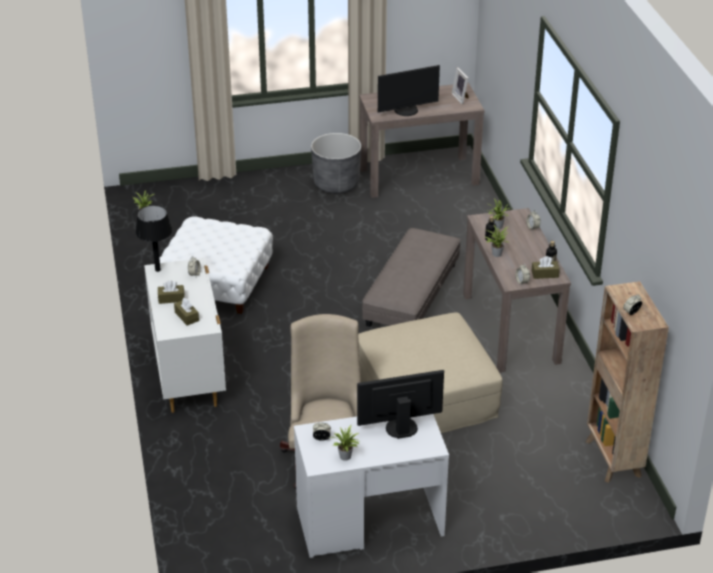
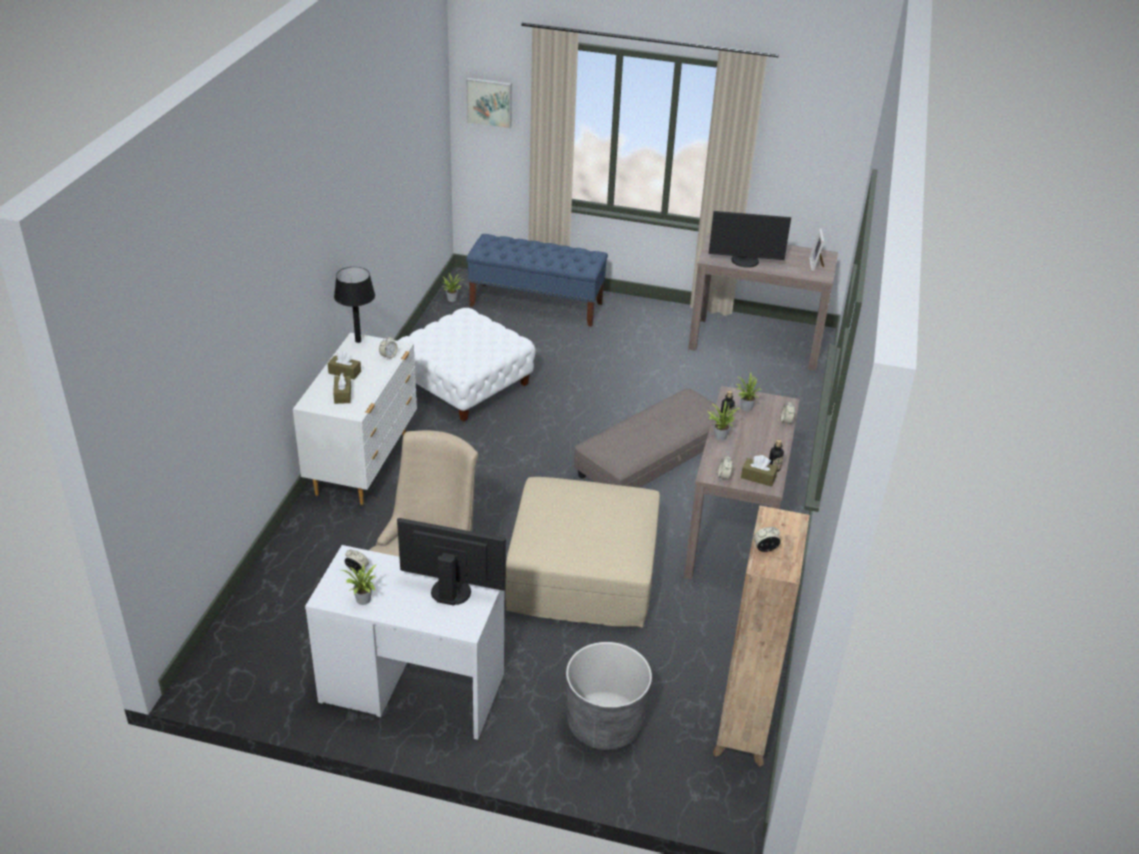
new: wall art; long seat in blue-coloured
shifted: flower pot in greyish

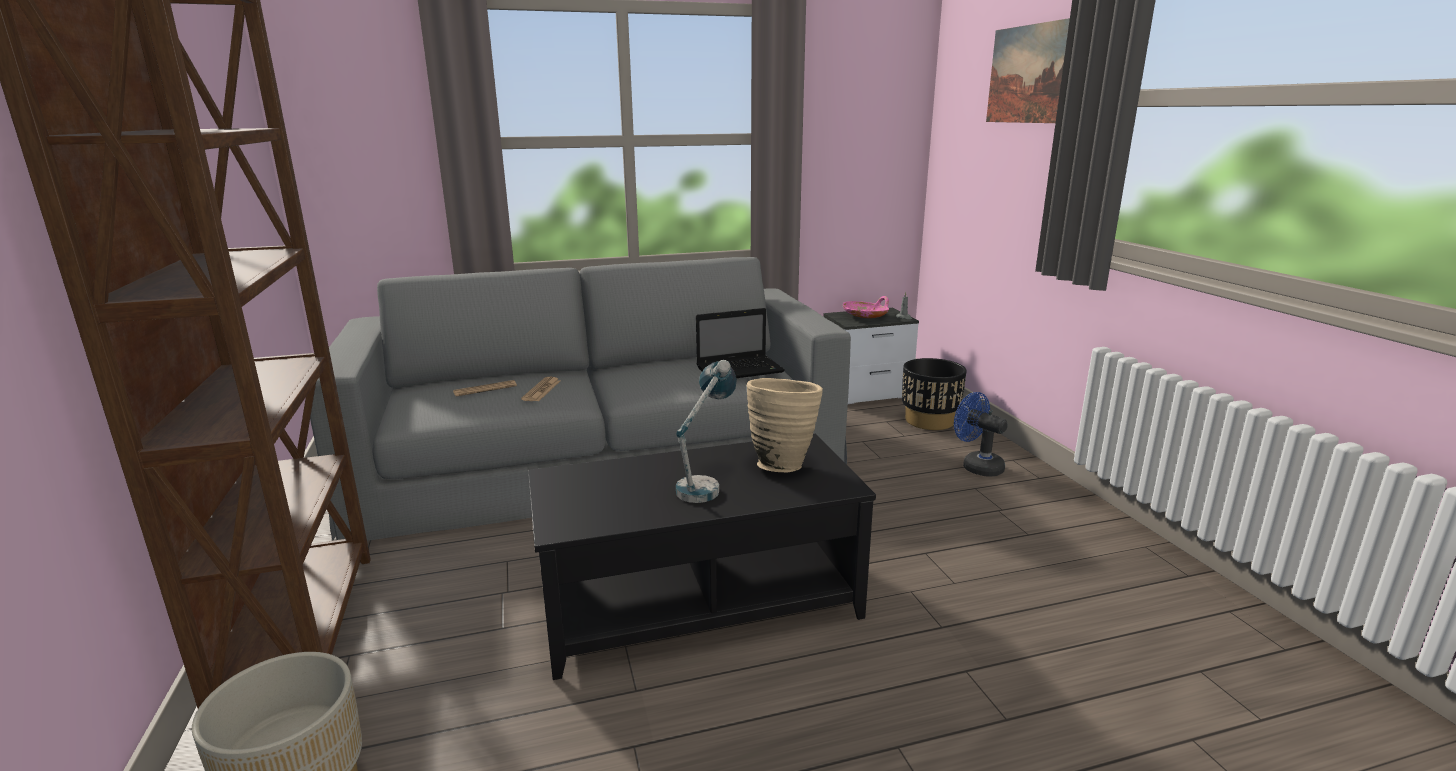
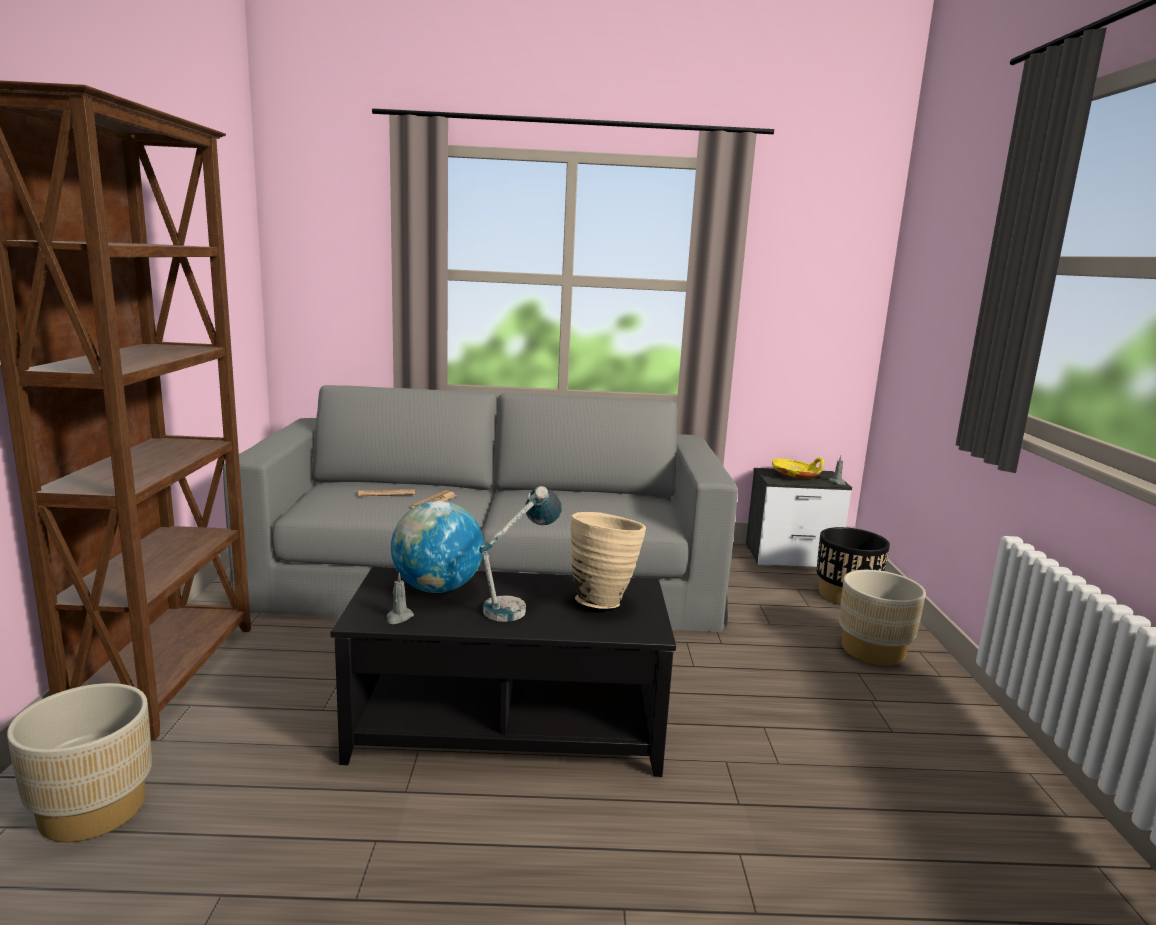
gone: notebook computer; wall art
new: wax candle in greyish (no. 1 from left); desk globe
swapped: electric fan in blue-coloured to flower pot in beige (no. 2 from left)
repainted: serving bowl in pink to serving bowl in yellow

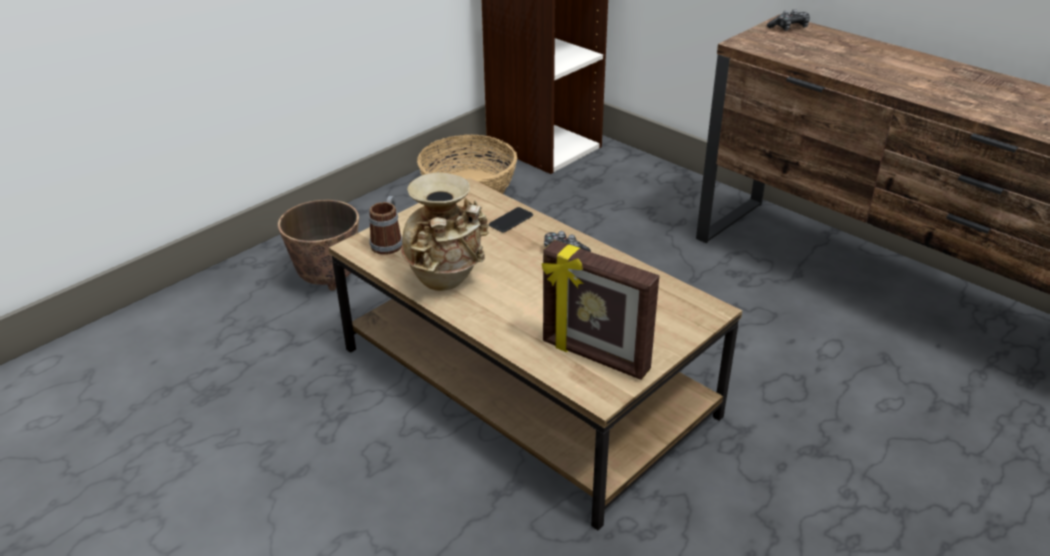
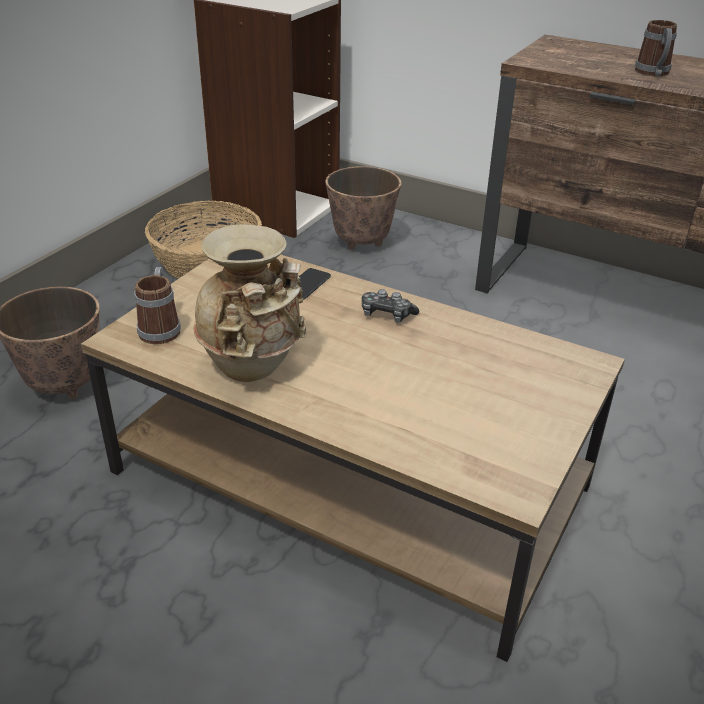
gone: photo frame; joypad (no. 2 from left)
new: flower pot (no. 2 from left); coffee mug (no. 2 from left)

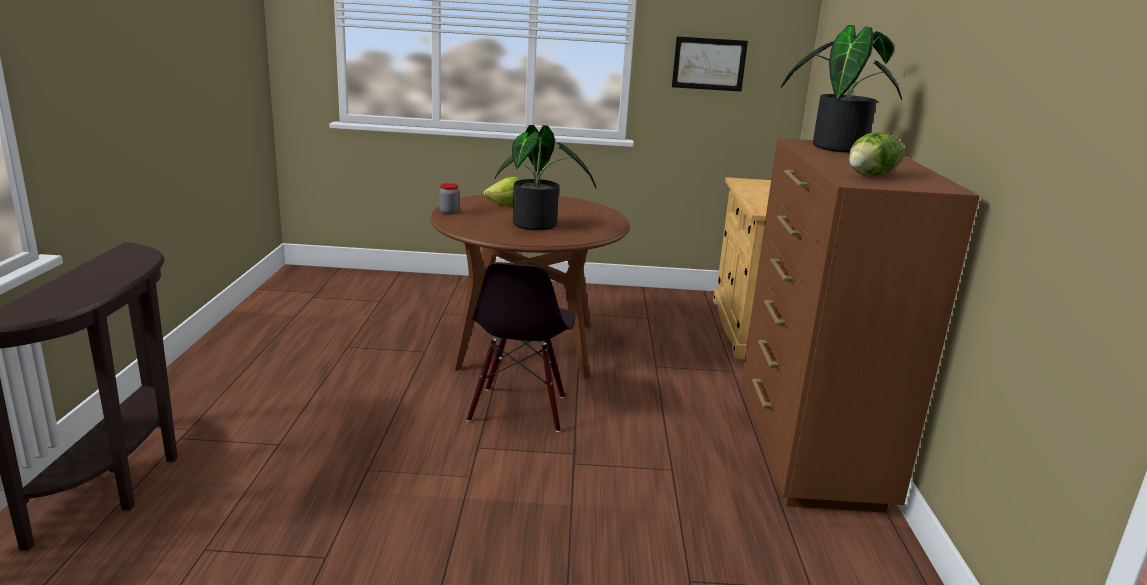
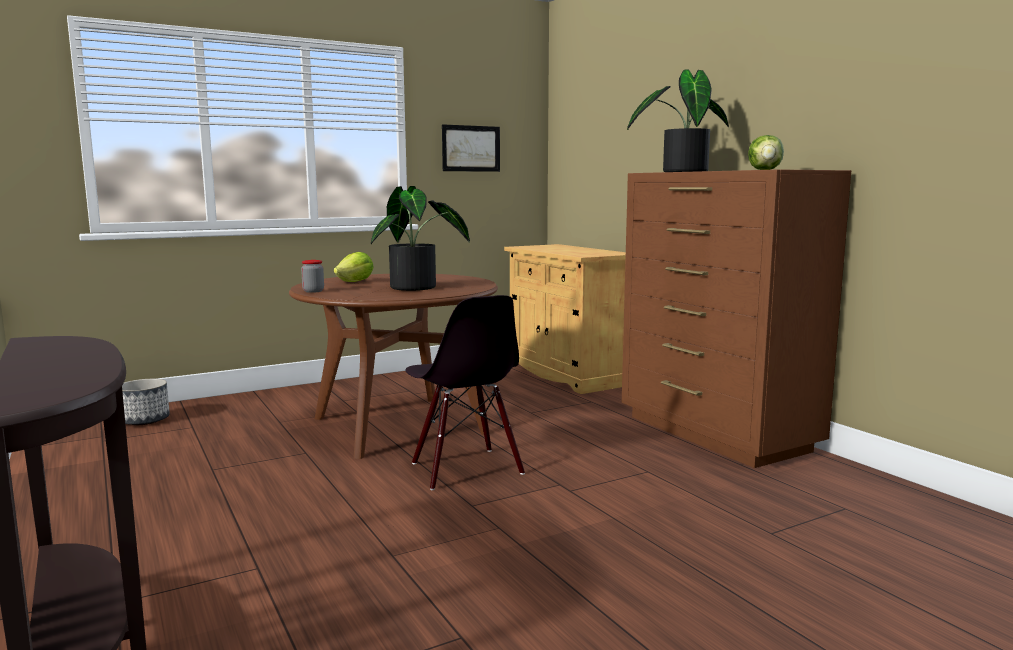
new: flower pot

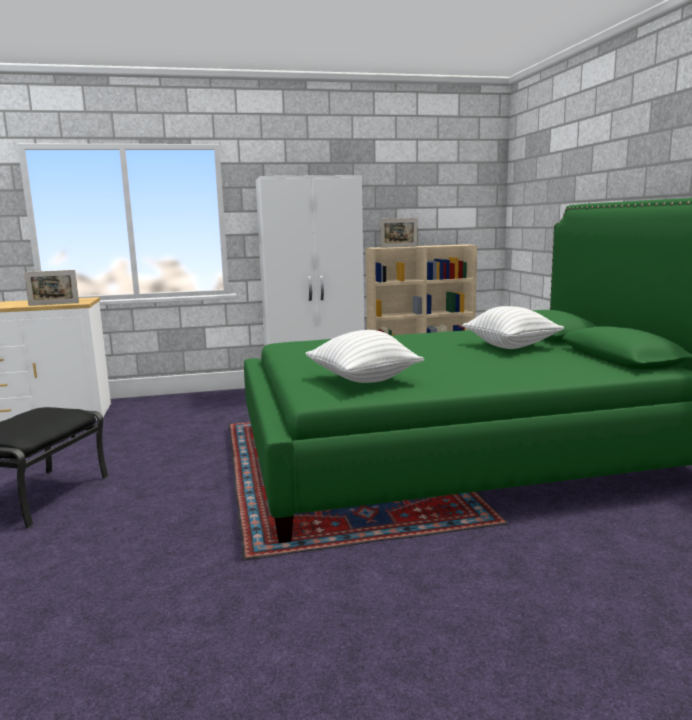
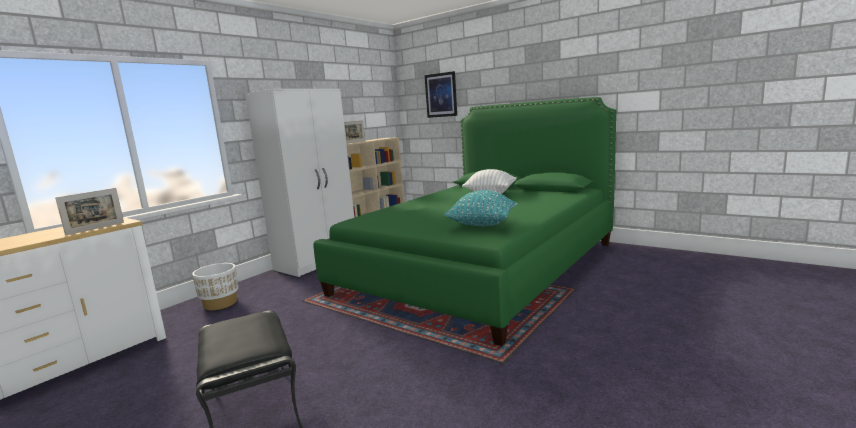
new: flower pot in white; wall art
repainted: throw pillow in white (no. 1 from left) to throw pillow in turquoise

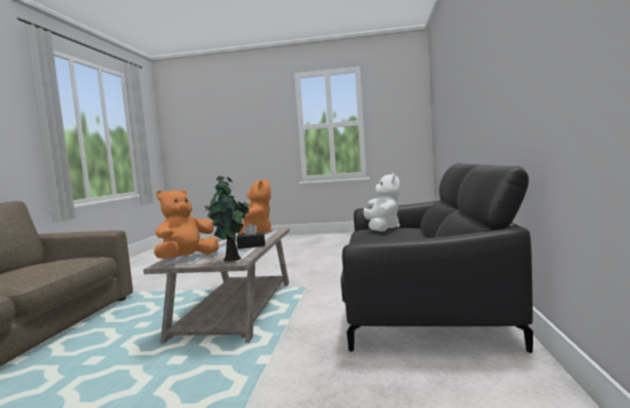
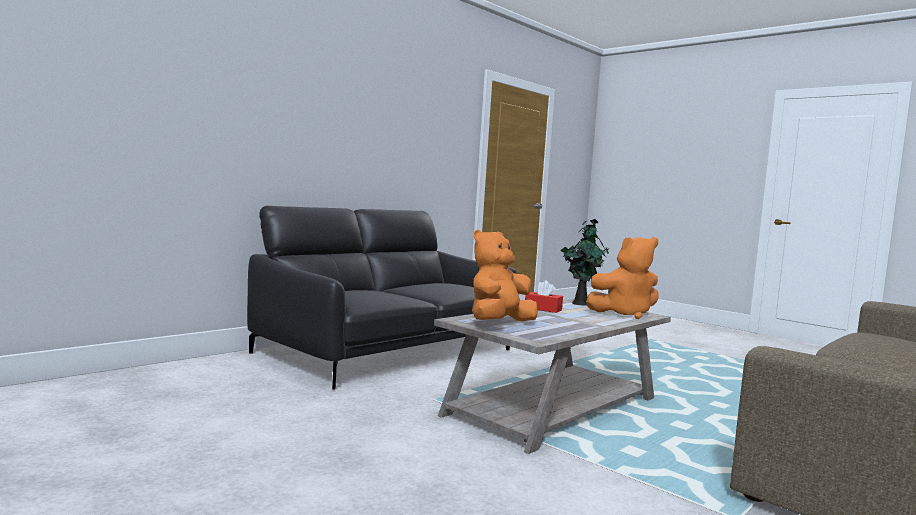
gone: plush toy in white
repainted: tissue box in blackish to tissue box in red

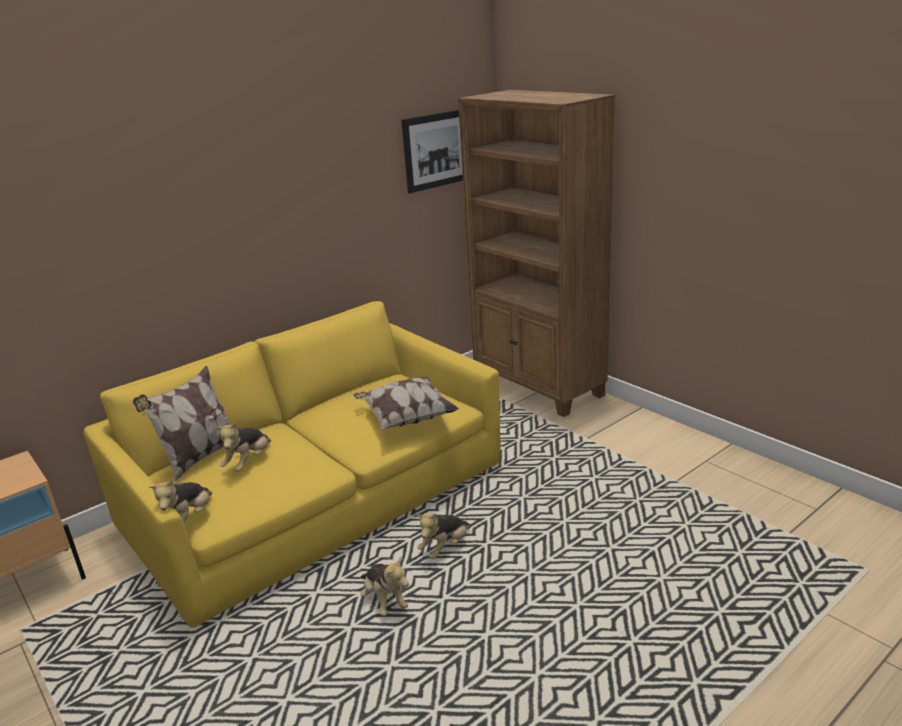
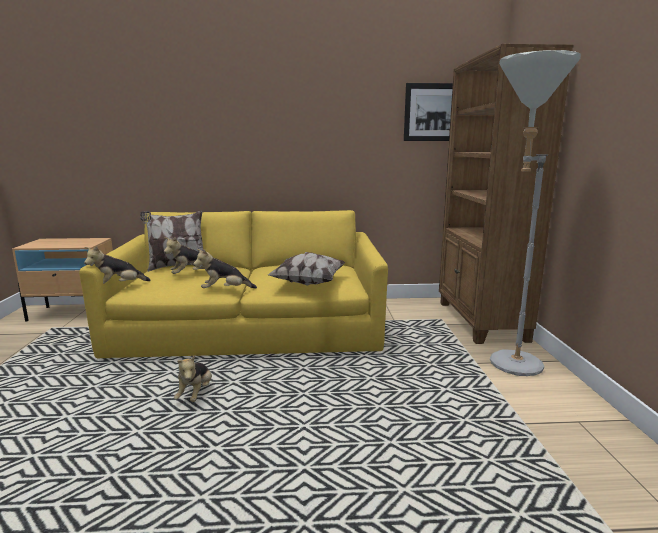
new: floor lamp in greyish
shifted: plush toy (no. 4 from left)

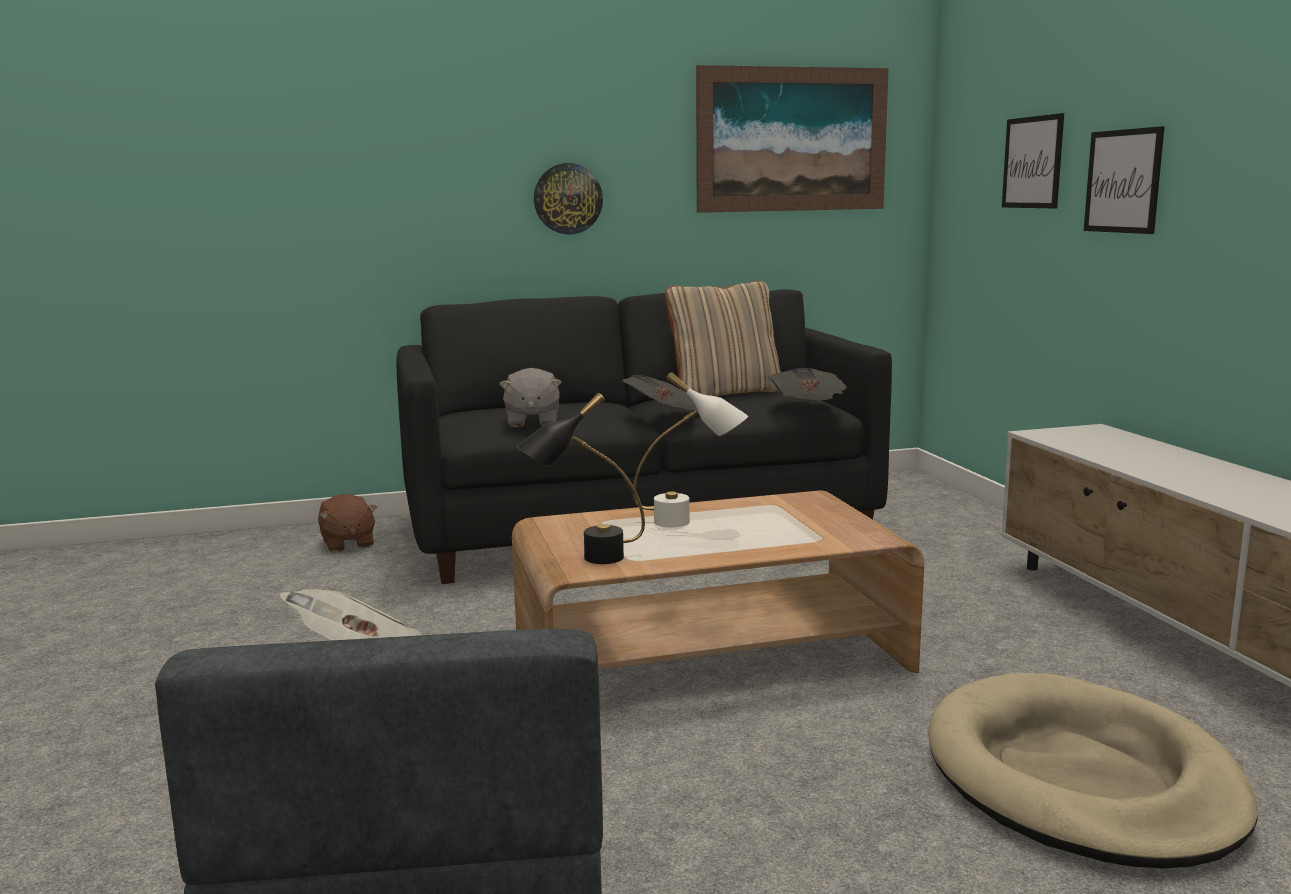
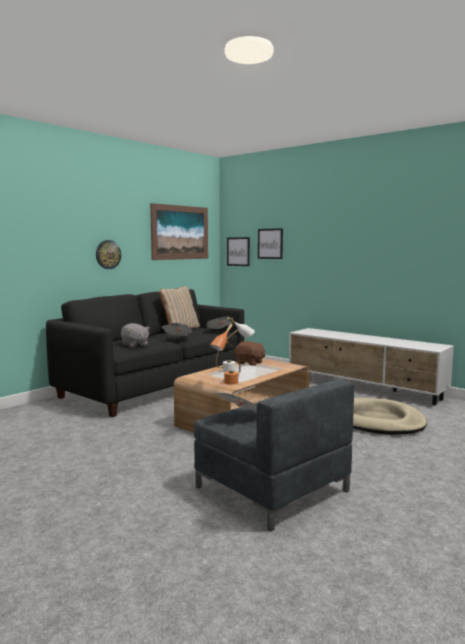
shifted: plush toy in brown; wall art (no. 3 from left in the first image) to wall art (no. 2 from left)
repainted: table lamp in blackish to table lamp in orangey

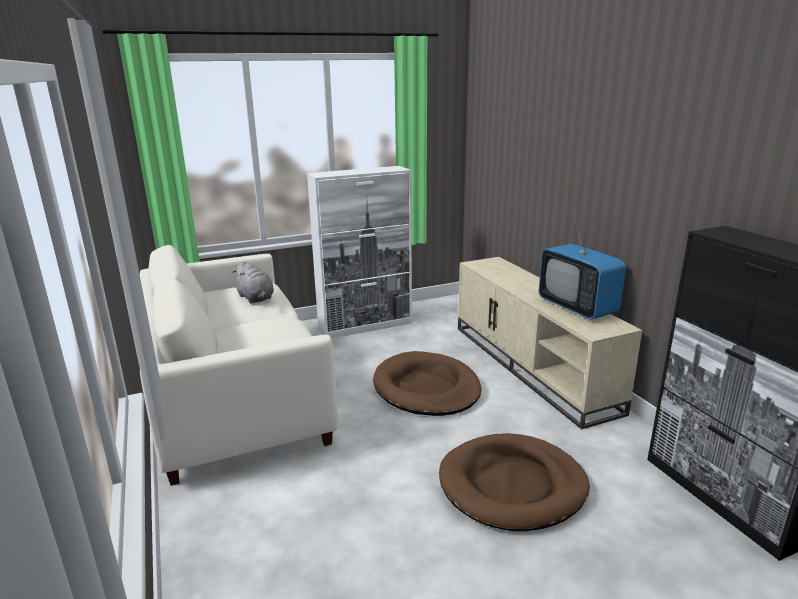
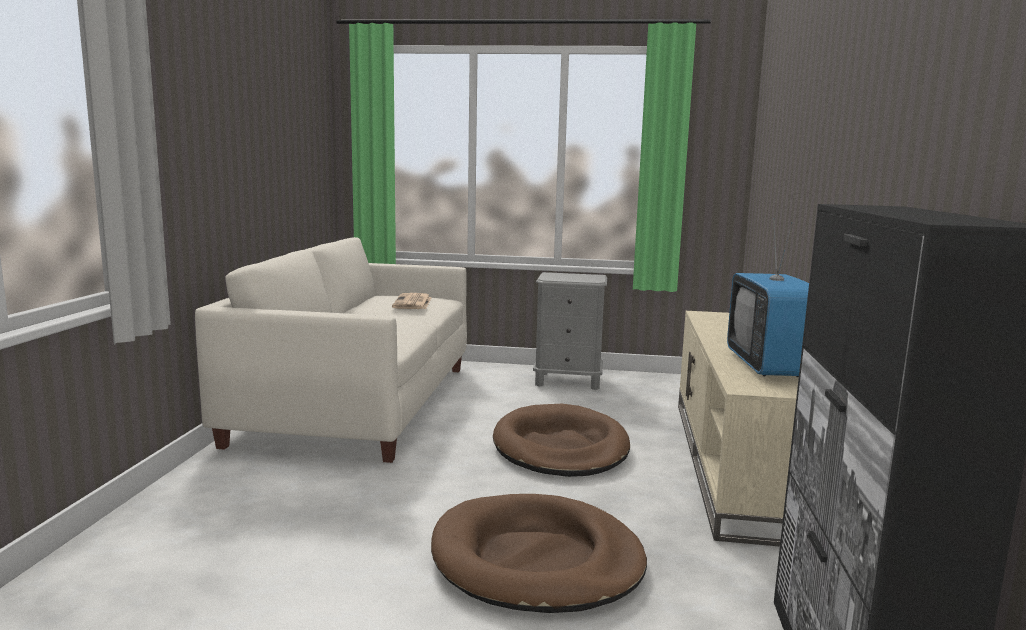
swapped: plush toy in greyish to printed paper; cupboard in white to nightstand in greyish

